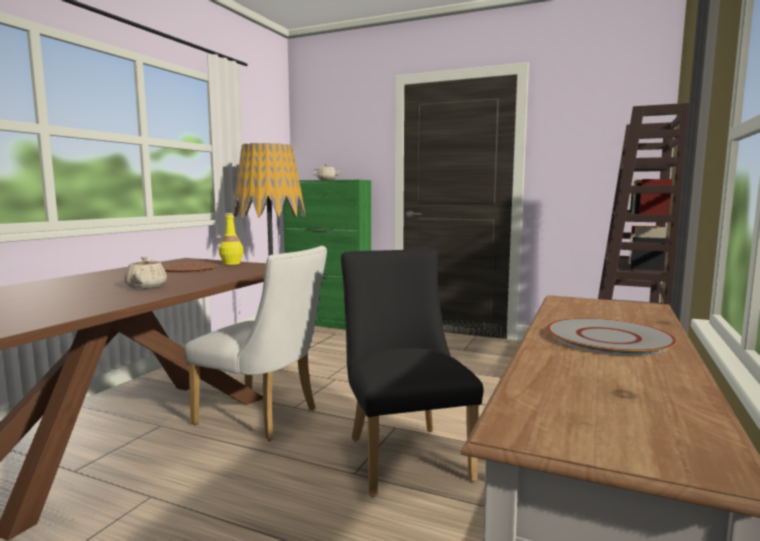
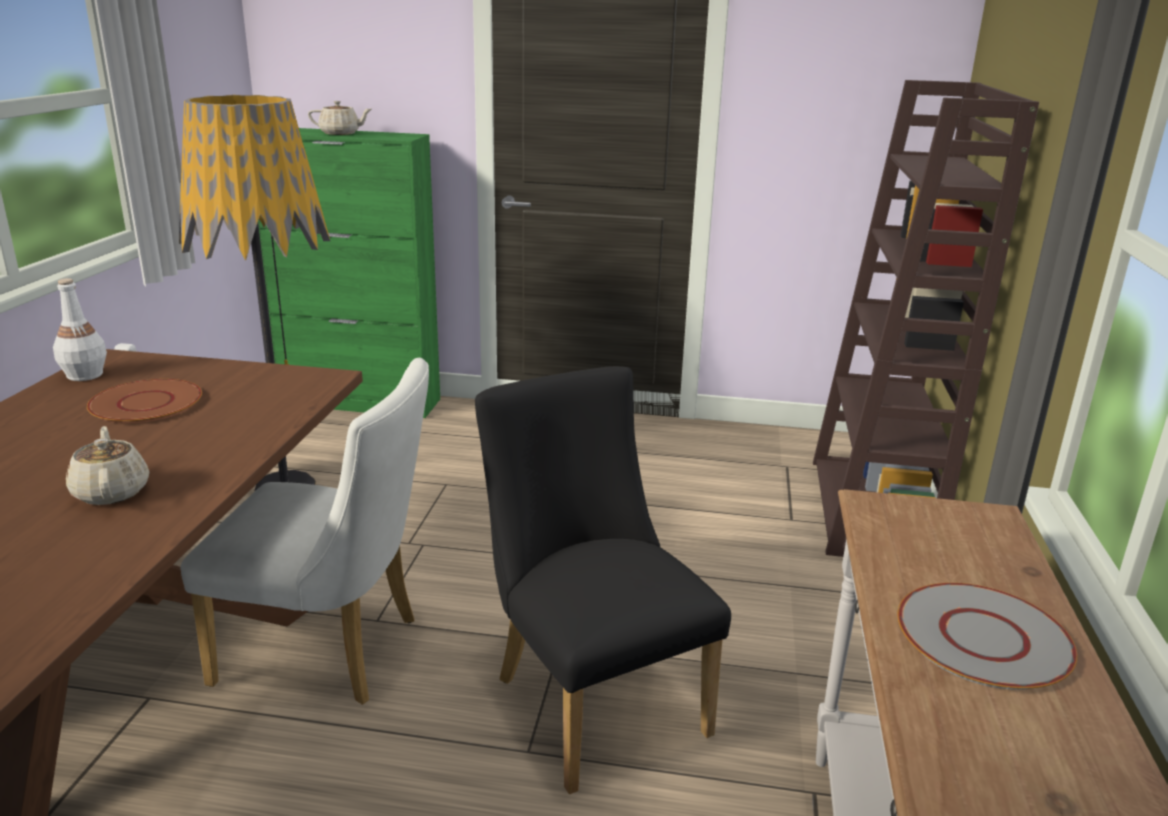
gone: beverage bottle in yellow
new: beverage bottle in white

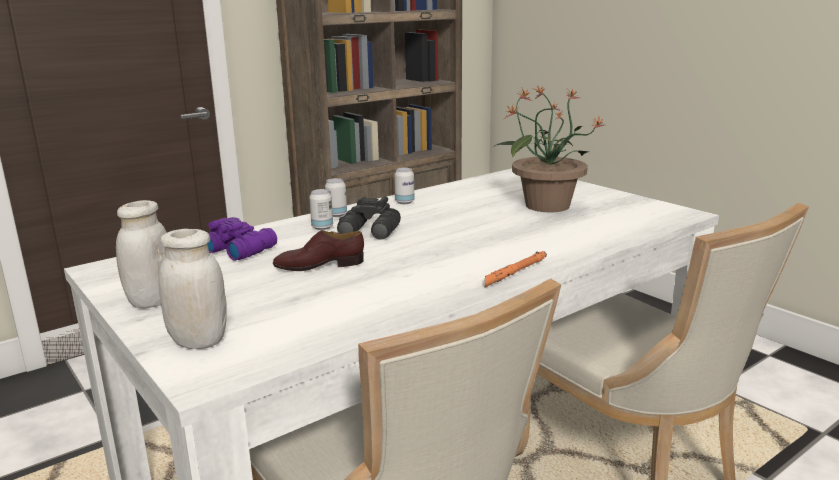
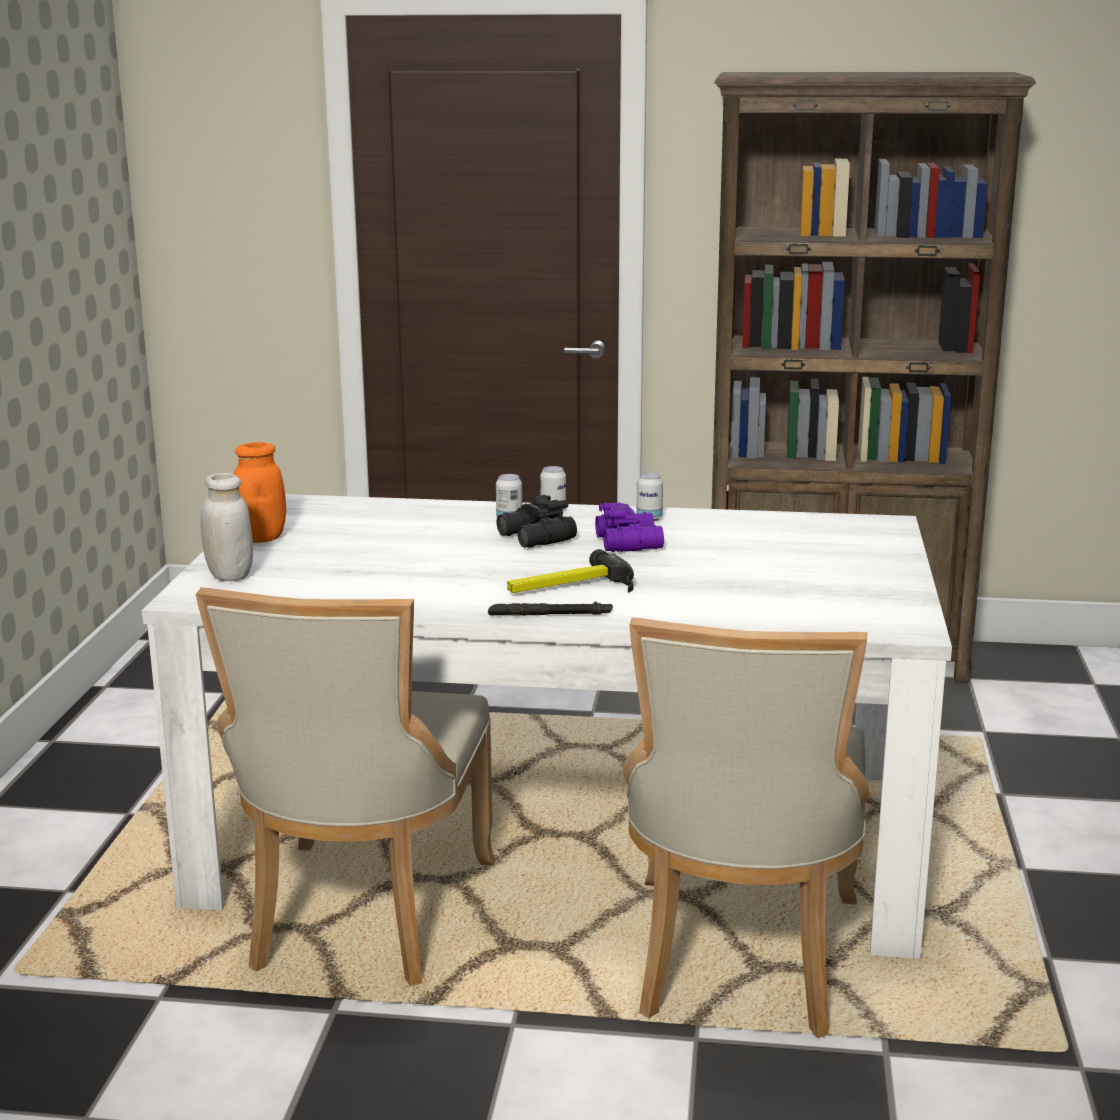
gone: low shoe in brown; houseplant
new: hand hammer
shifted: binoculars in purple-coloured
repainted: jar in white (no. 1 from left) to jar in orangey; torch in orangey to torch in blackish

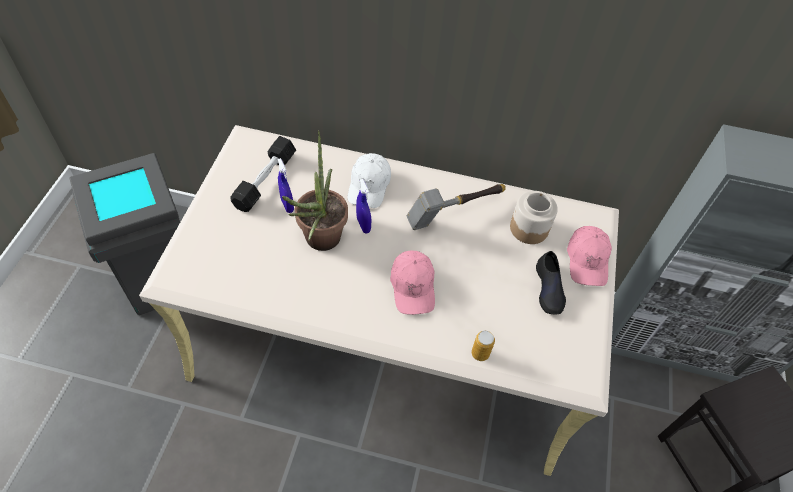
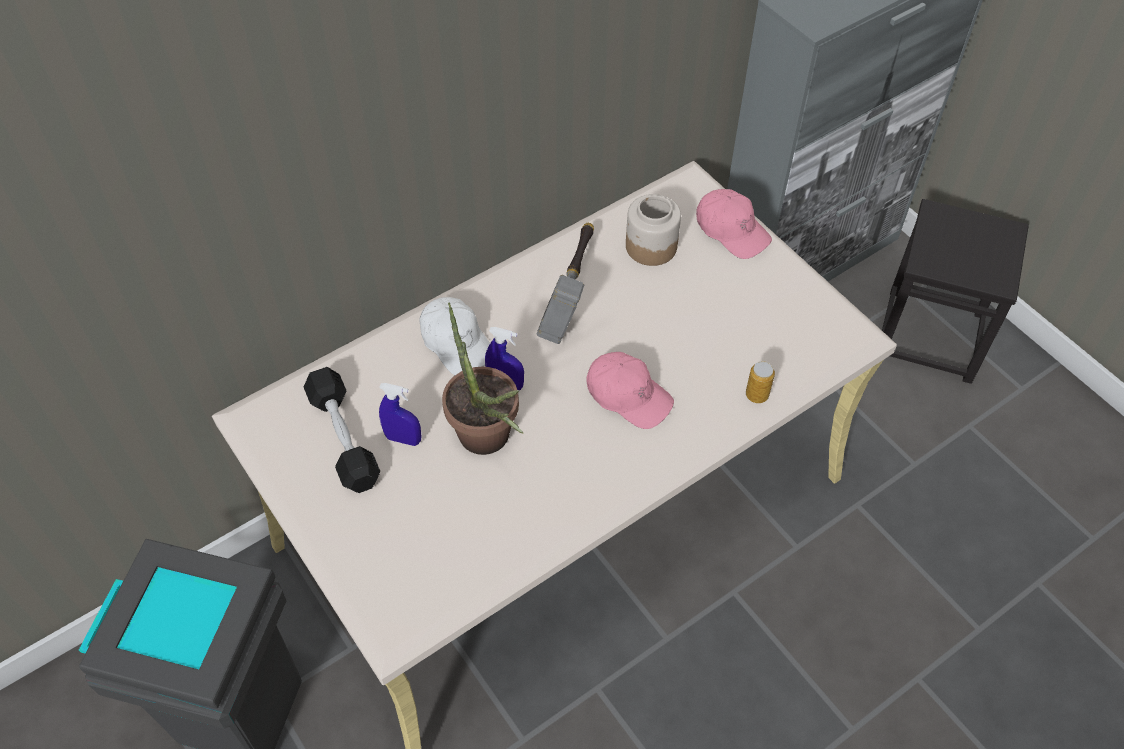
gone: low shoe in blackish

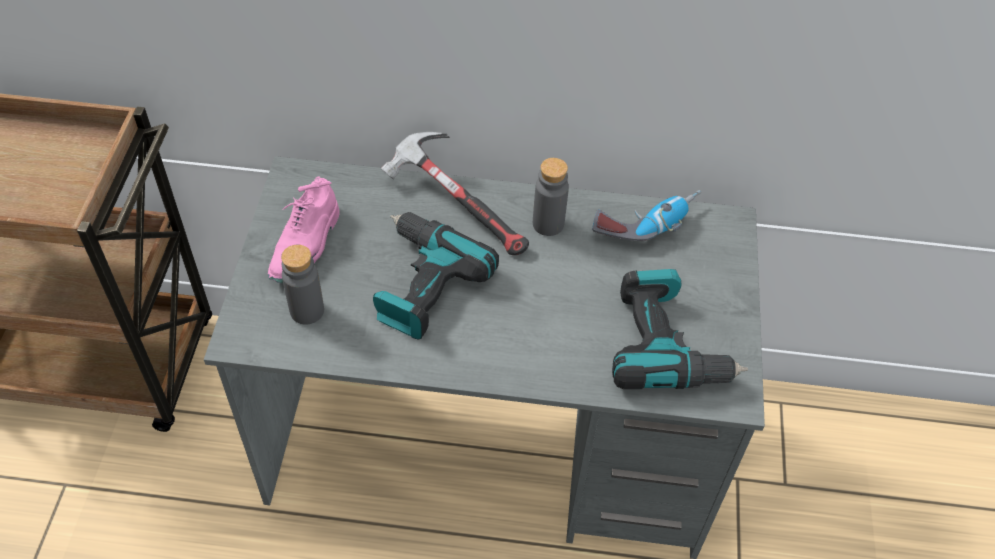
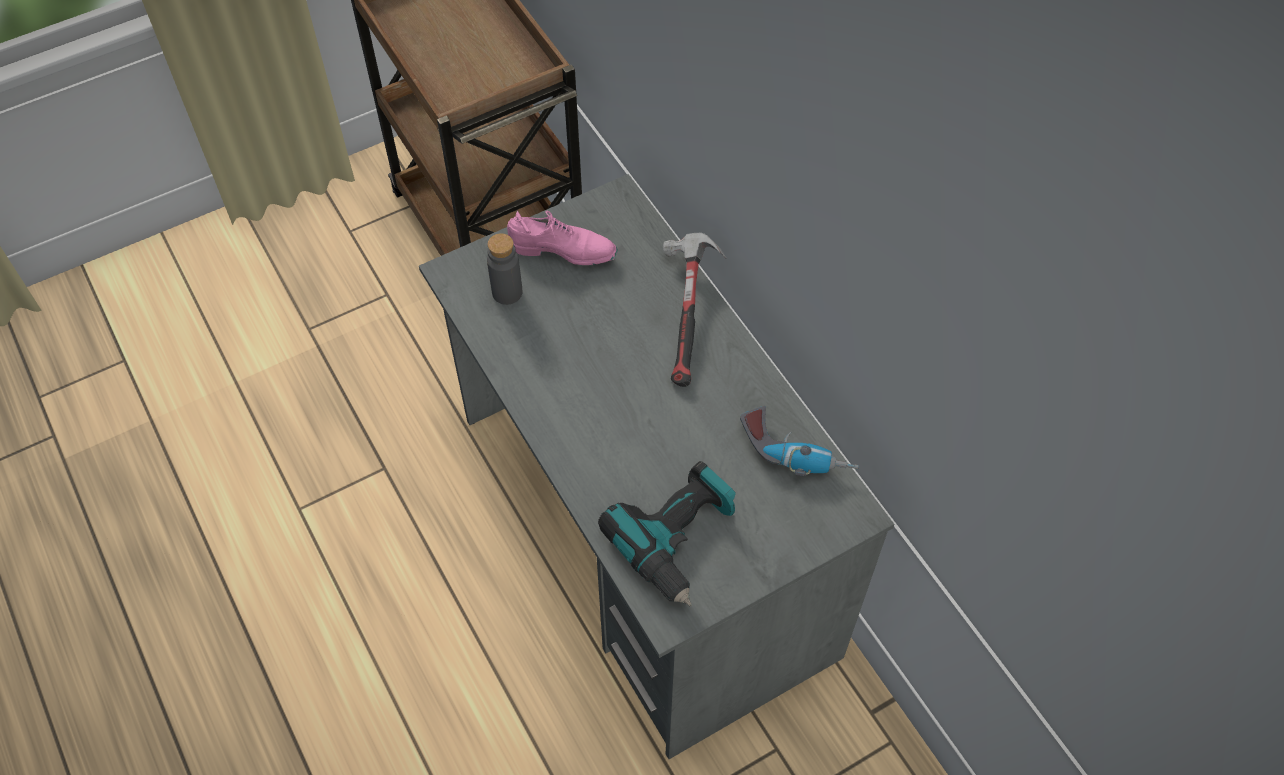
gone: drill (no. 1 from left); beverage bottle in greyish (no. 2 from left)
rotated: low shoe in pink 150 degrees counterclockwise

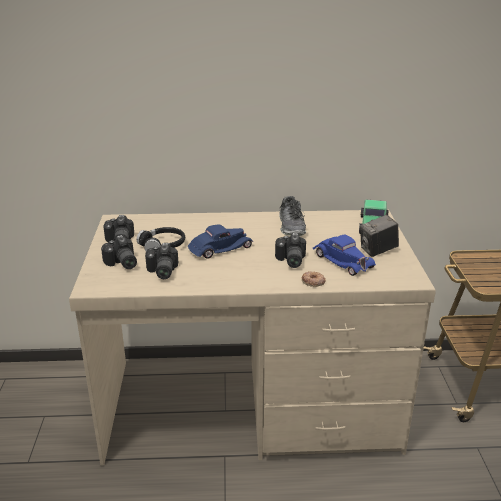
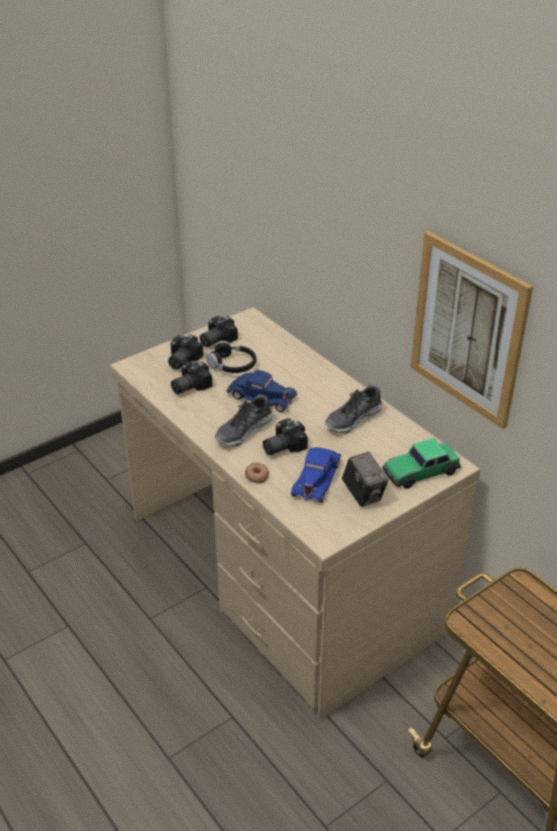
new: low shoe (no. 1 from left); wall art
rotated: still camera (no. 5 from left) 150 degrees counterclockwise

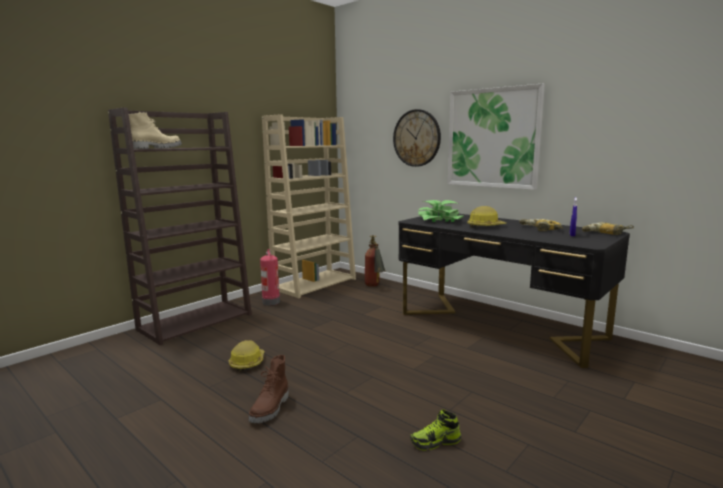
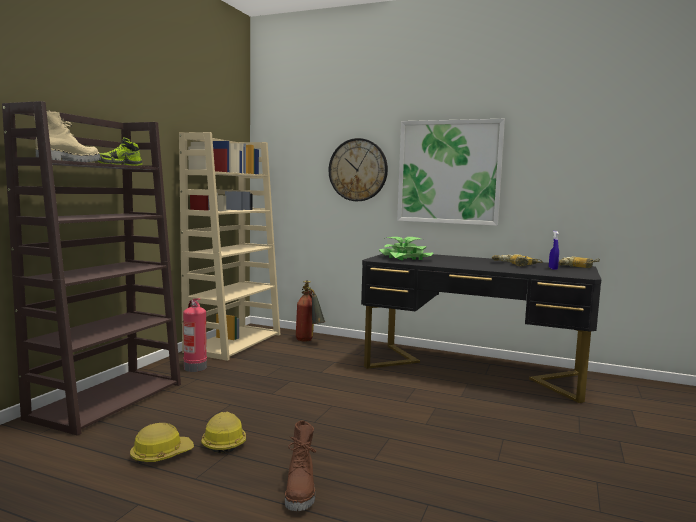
shifted: low shoe; work helmet (no. 2 from left in the first image) to work helmet (no. 1 from left)

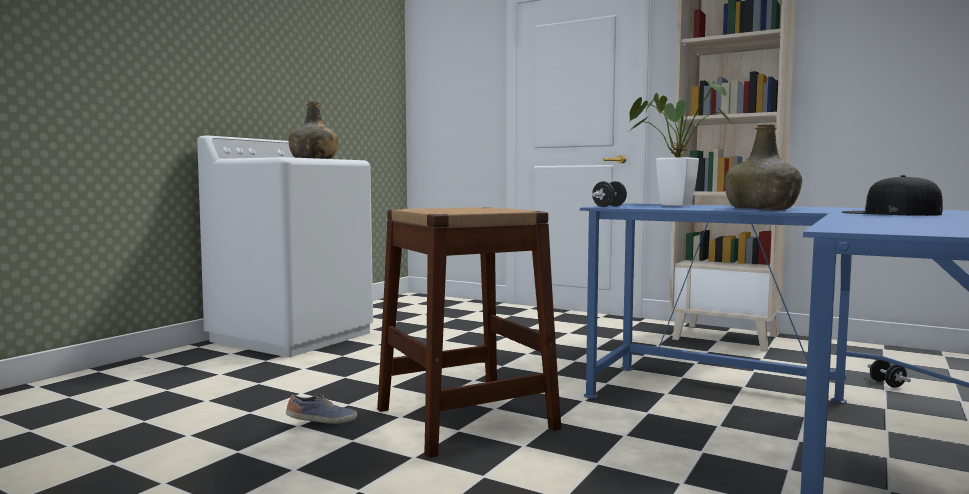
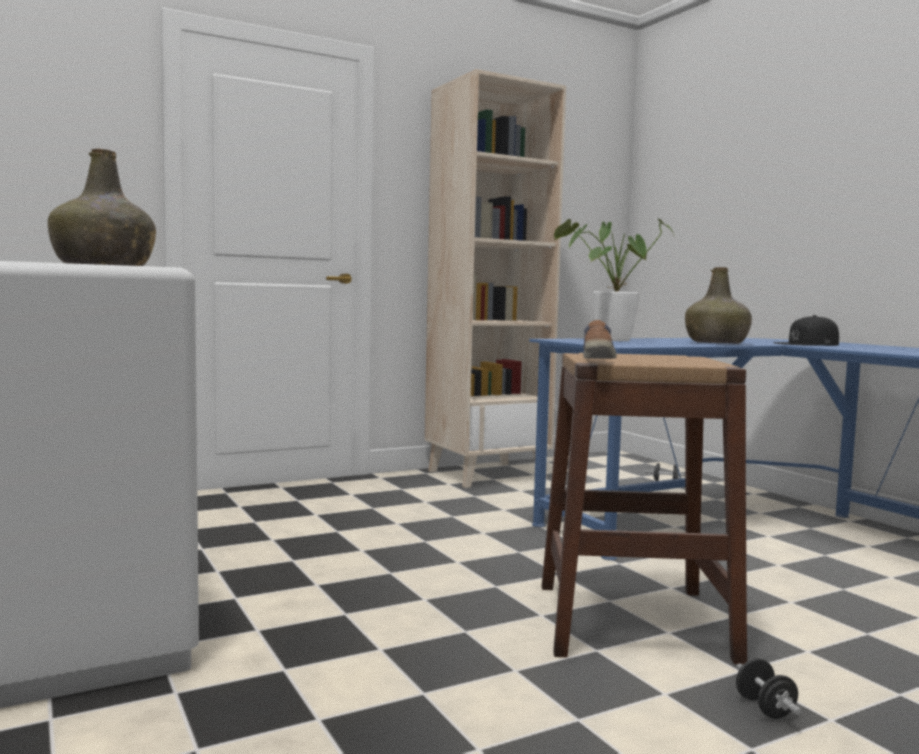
shifted: low shoe; free weight in blackish (no. 1 from left in the first image) to free weight in blackish (no. 2 from left)

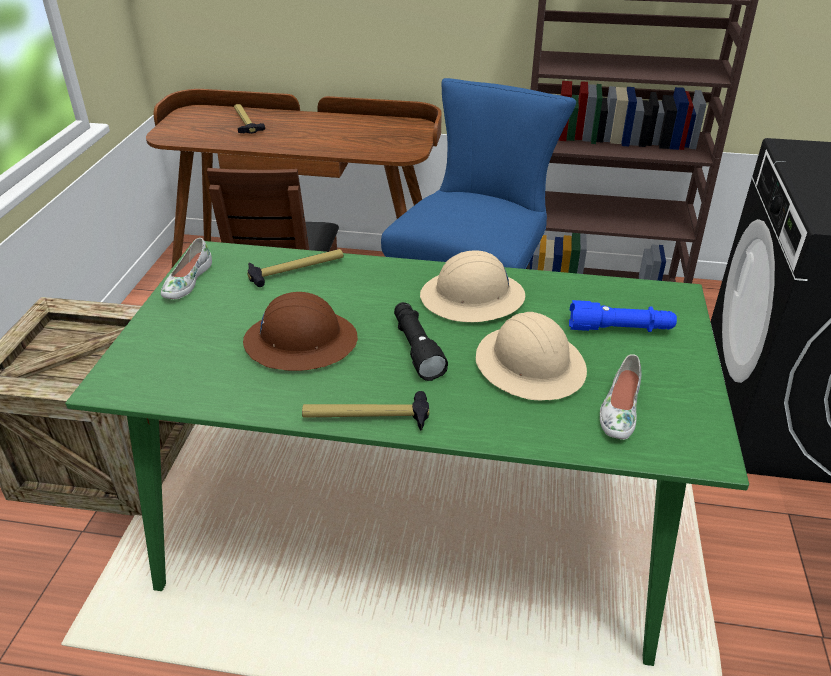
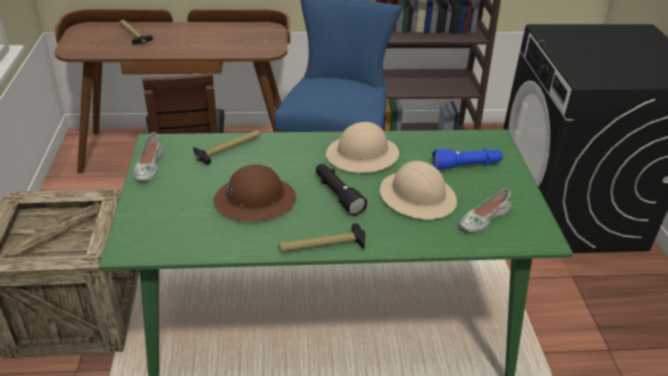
rotated: low shoe in white (no. 2 from left) 45 degrees clockwise

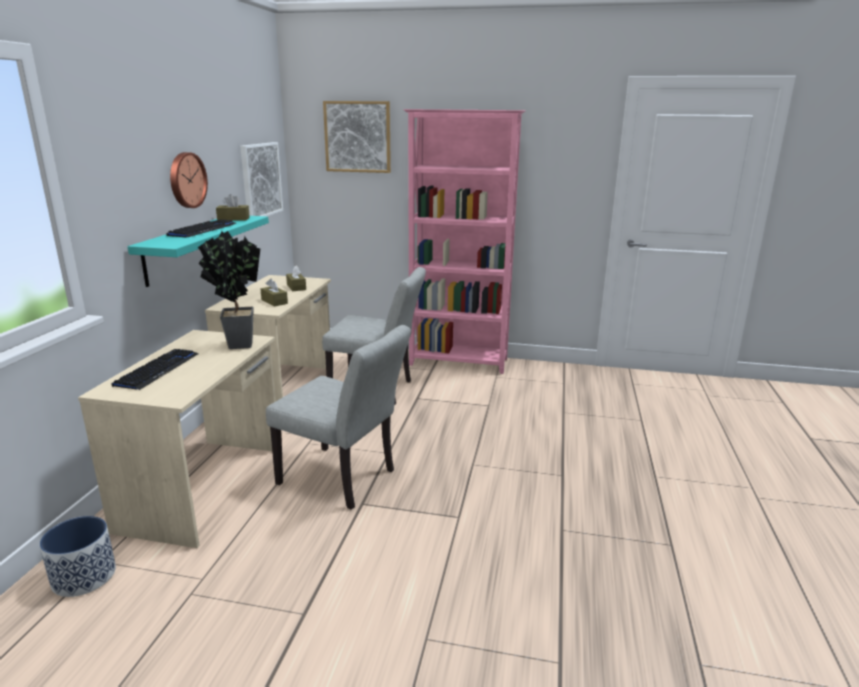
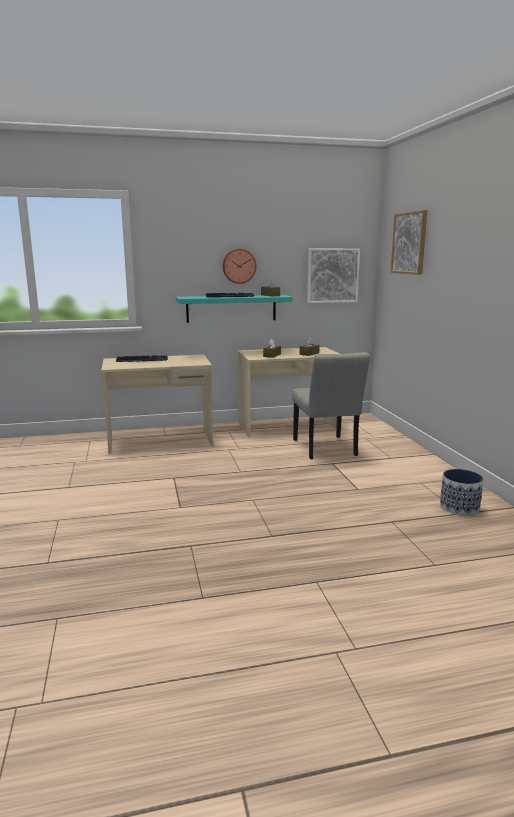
gone: houseplant; upright chair in greyish (no. 1 from left); bookshelf in pink
shifted: flower pot

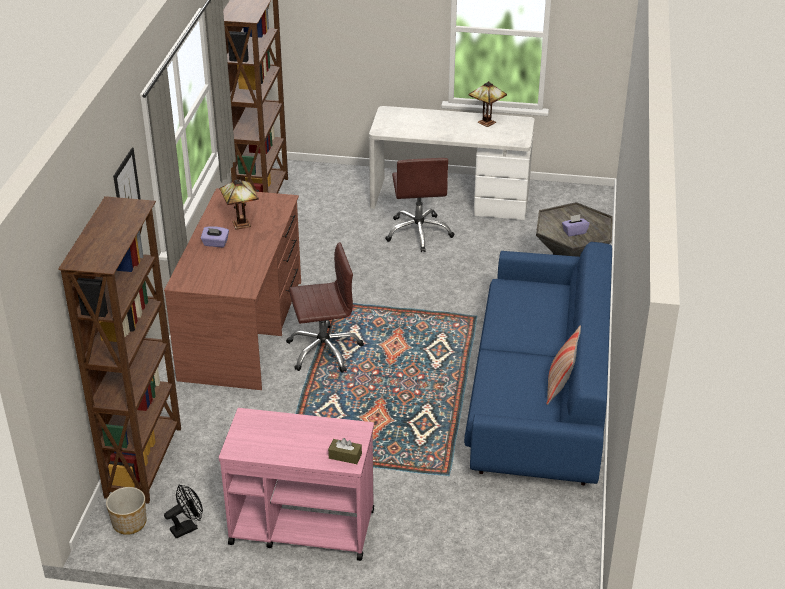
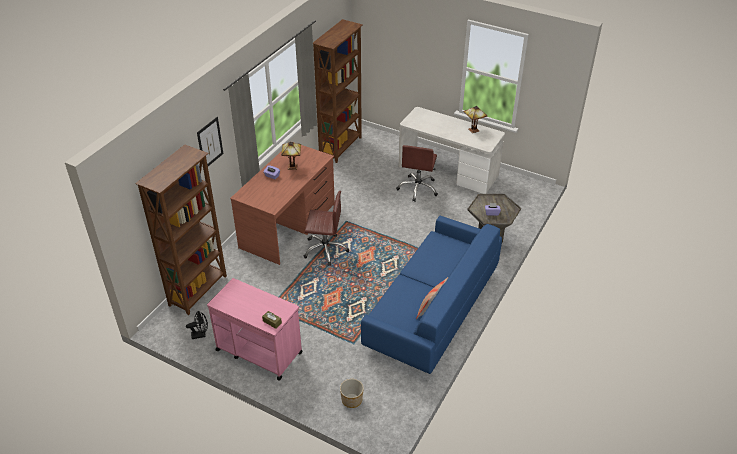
shifted: flower pot

